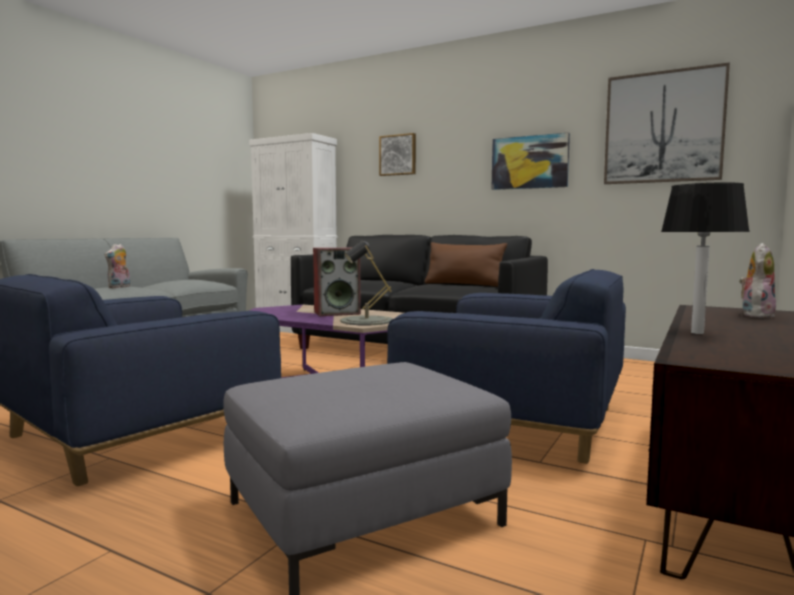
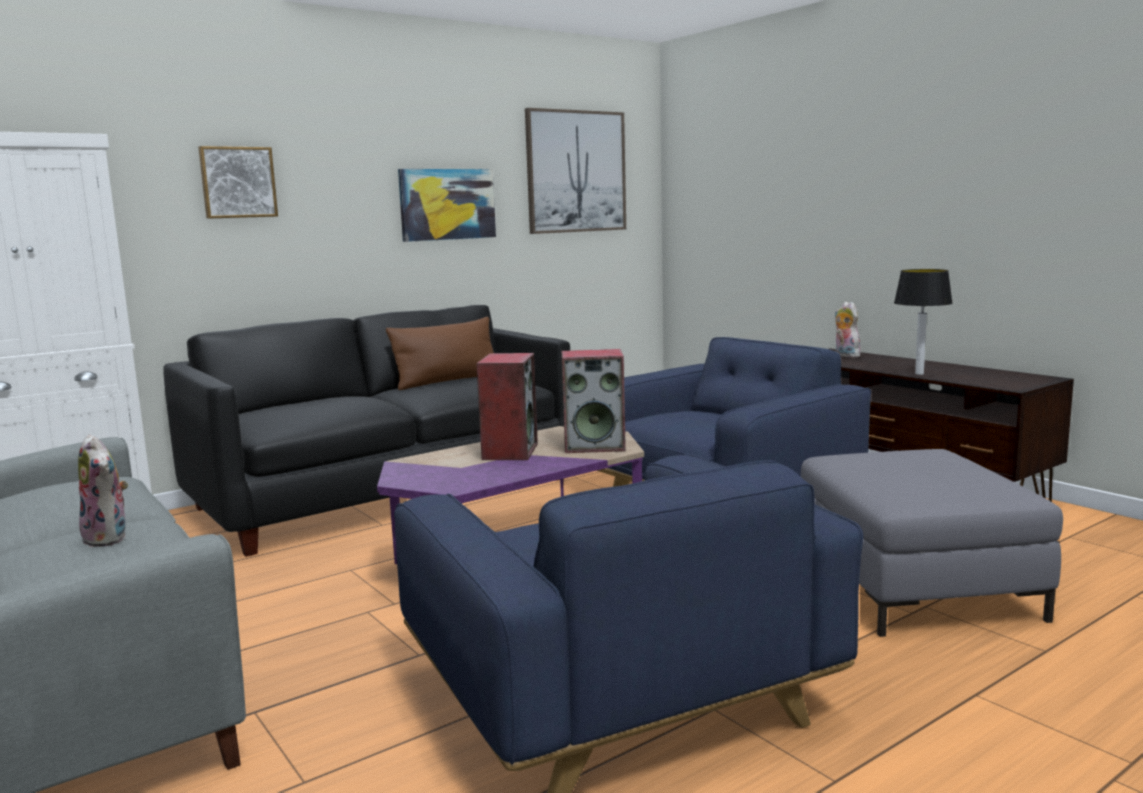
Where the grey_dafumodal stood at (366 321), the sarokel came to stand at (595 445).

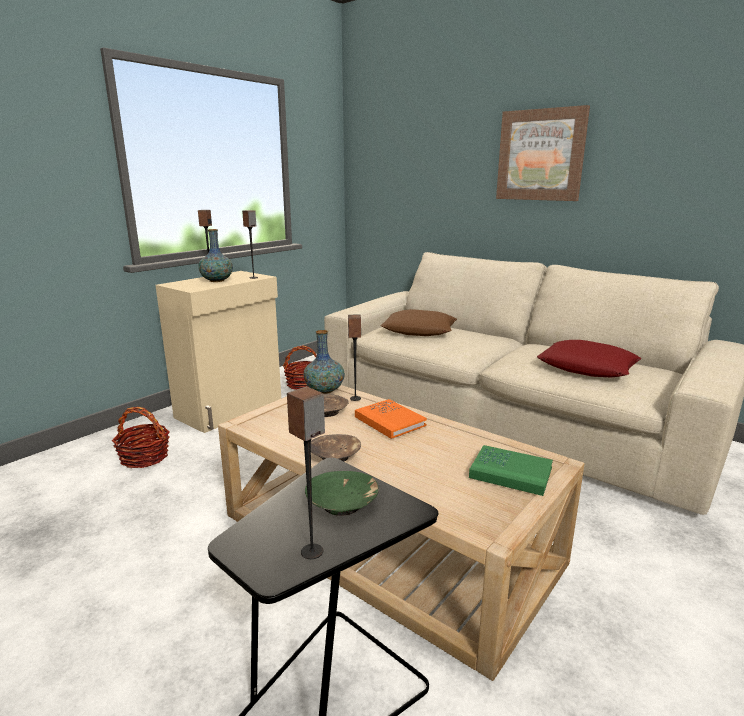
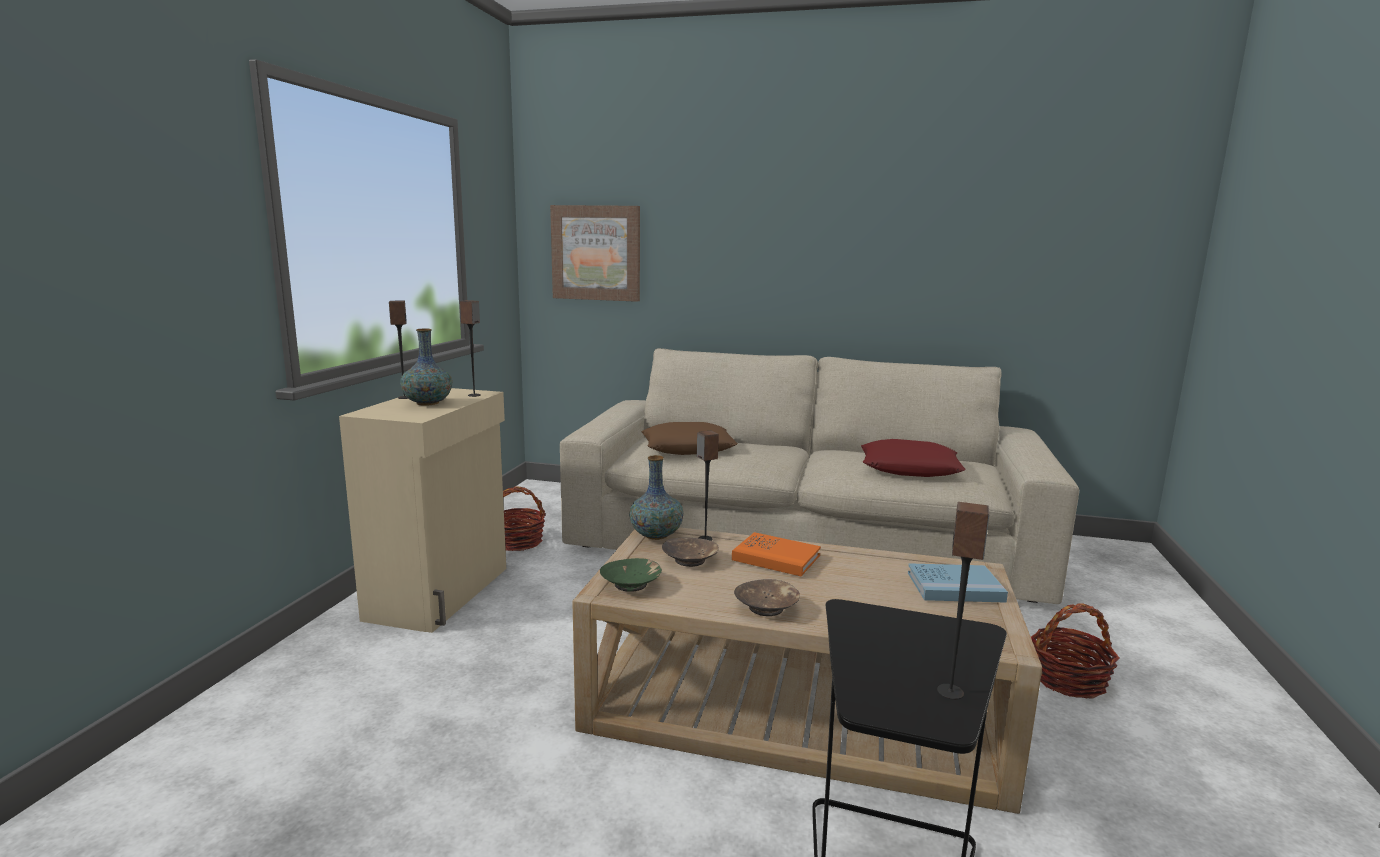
The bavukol ended up elsewhere, having gone from (144 457) to (1068 679).
The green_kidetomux ended up elsewhere, having gone from (342 504) to (631 584).
What was the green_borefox at (510 473) turned into the blue_borefox at (955 587).
The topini ended up elsewhere, having gone from (541 155) to (596 253).

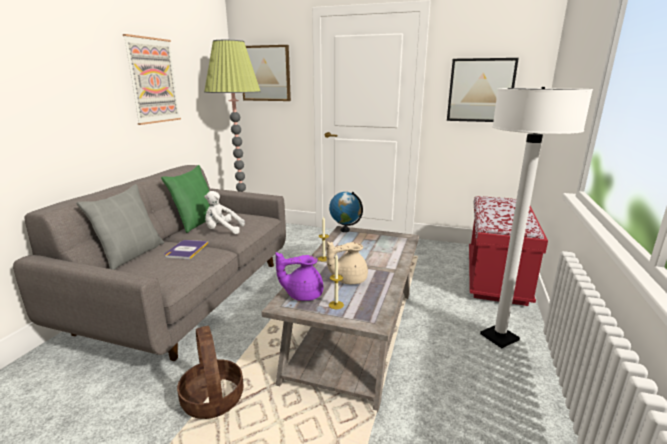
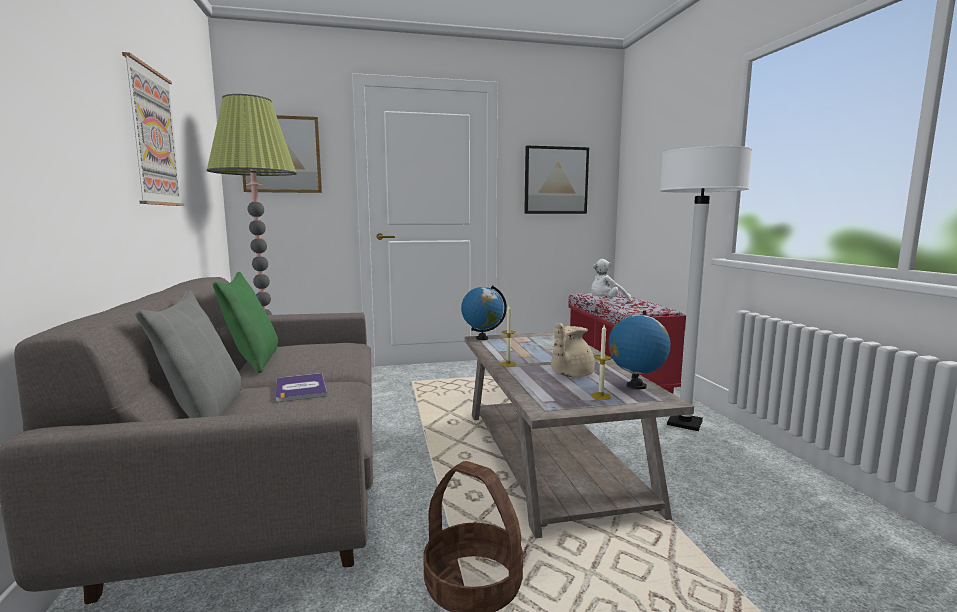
The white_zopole ended up elsewhere, having gone from (222 230) to (606 302).
The second view lost the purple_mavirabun at (302 294).
The second view gained the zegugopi at (636 386).

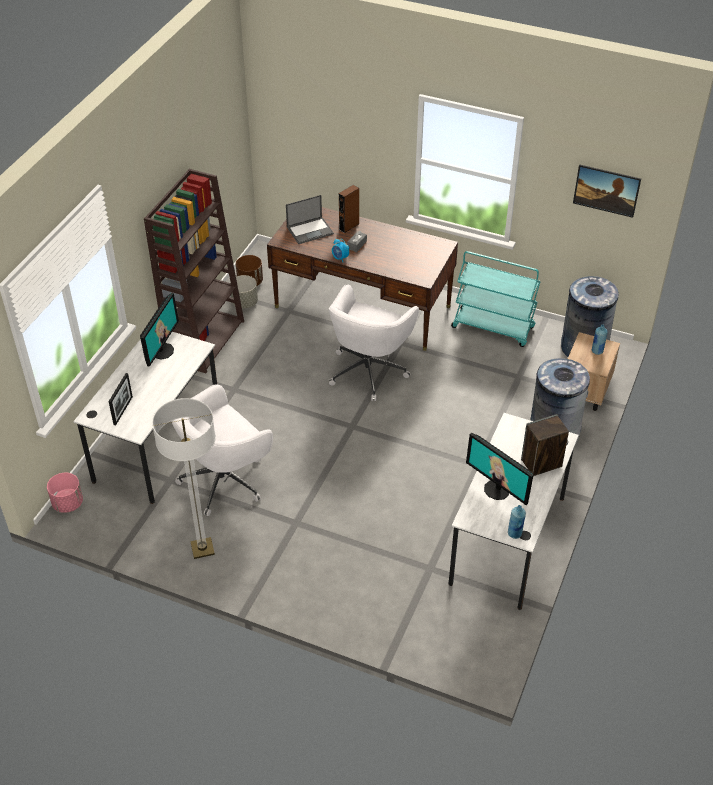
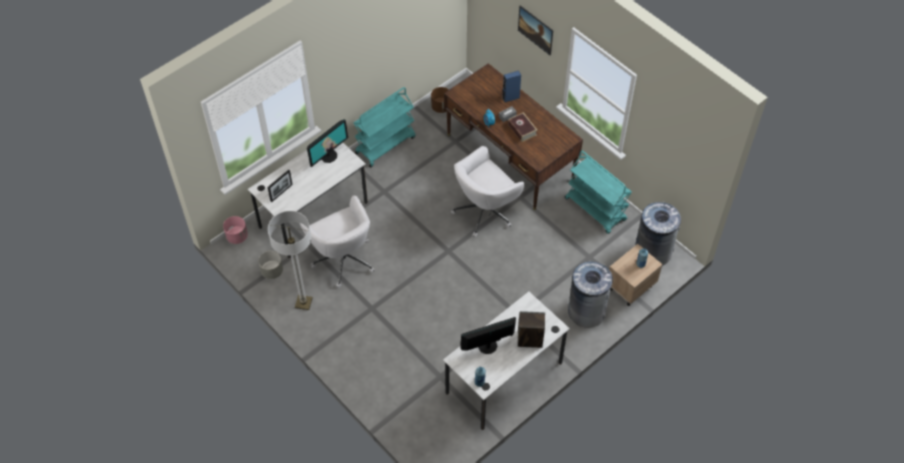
Where the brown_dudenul stood at (205 340), the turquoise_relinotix came to stand at (385 144).
The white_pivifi at (225 479) ended up facing another way, 105 degrees counterclockwise from before.
The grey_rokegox ended up elsewhere, having gone from (245 303) to (272 271).
The second view lost the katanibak at (310 230).
What was the brown_sarokel at (349 226) turned into the blue_sarokel at (510 98).
The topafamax at (497 490) ended up facing another way, 90 degrees clockwise from before.
The topini ended up elsewhere, having gone from (604 200) to (535 36).
The second view gained the borefox at (522 129).

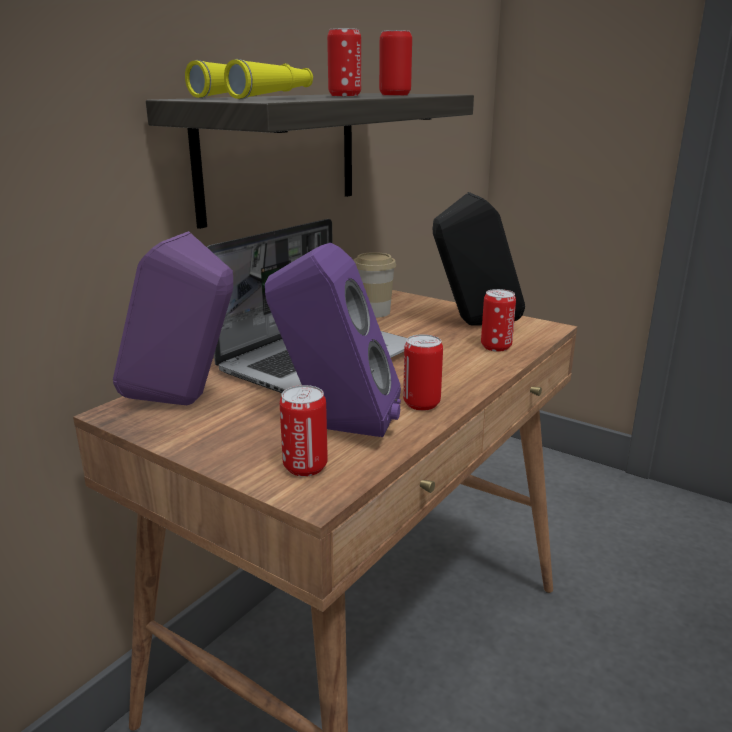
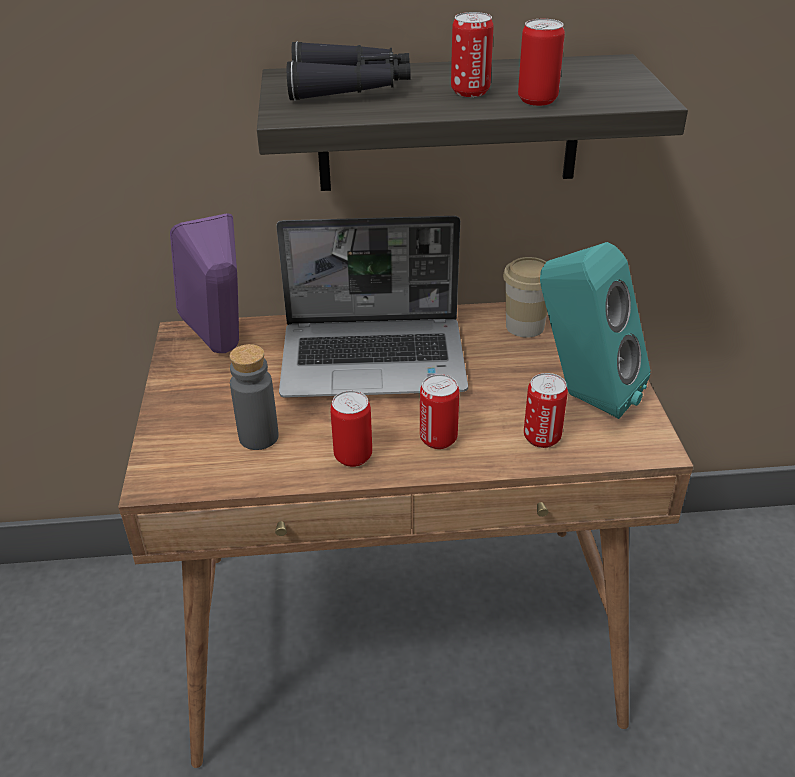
What was the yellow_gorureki at (259 97) turned into the black_gorureki at (351 87).
Where the purple_sarokel stood at (335 429), the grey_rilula came to stand at (258 437).
The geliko ended up elsewhere, having gone from (305 467) to (438 439).
What was the black_sarokel at (473 325) turned into the turquoise_sarokel at (582 397).

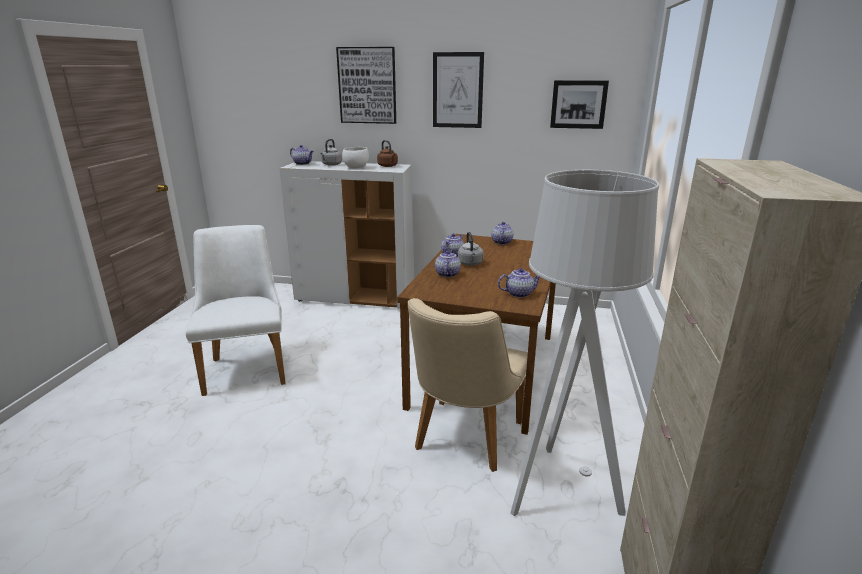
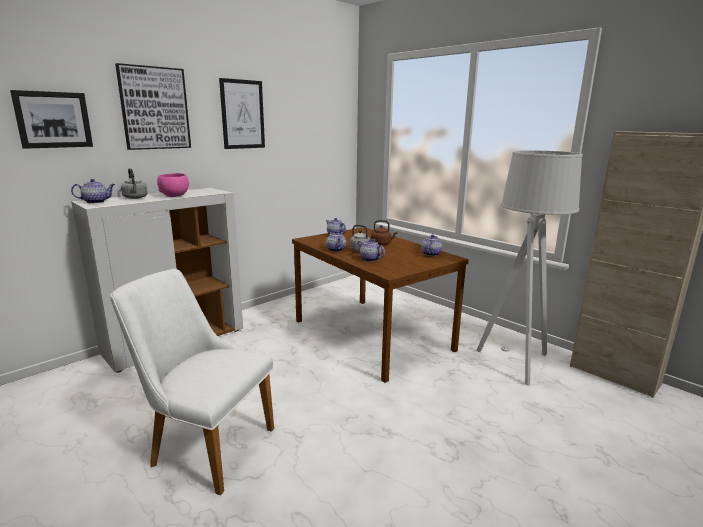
What was the white_kidetomux at (356 167) turned into the pink_kidetomux at (175 196).
The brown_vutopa ended up elsewhere, having gone from (388 166) to (382 244).
The second view lost the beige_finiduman at (463 440).
The topini ended up elsewhere, having gone from (578 104) to (53 120).

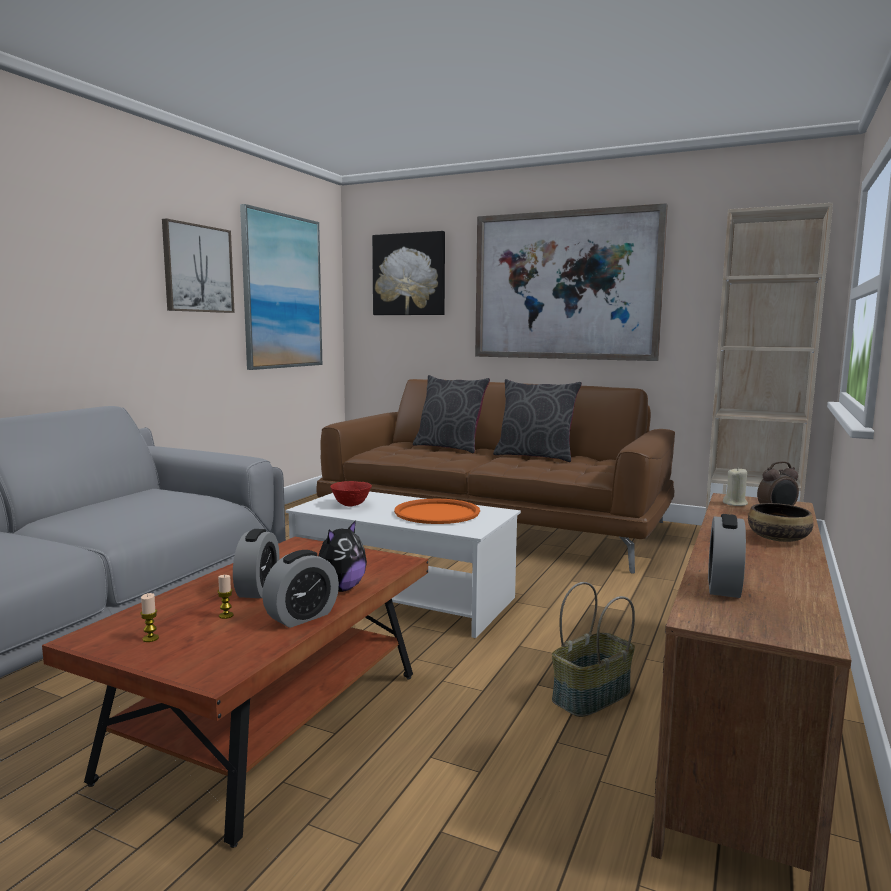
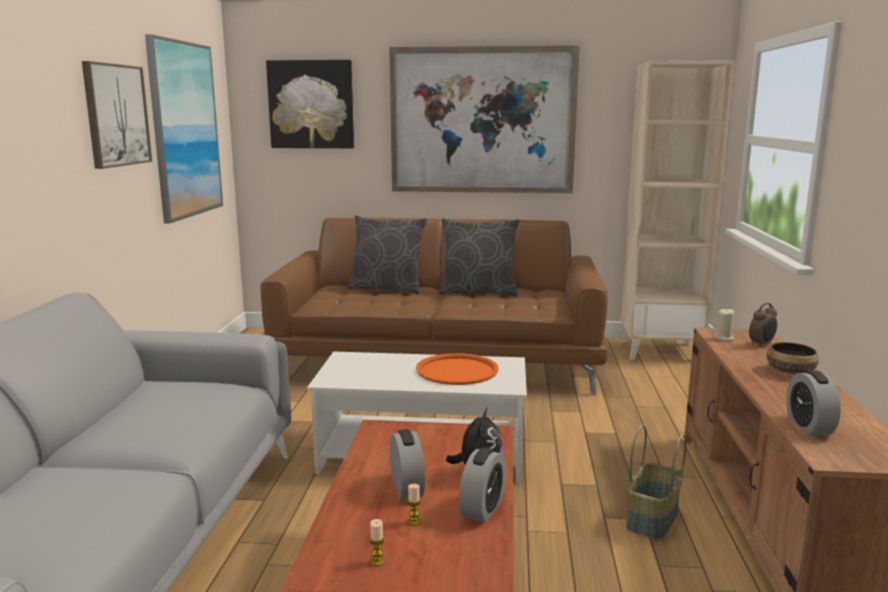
The second view lost the red_kidetomux at (351 505).

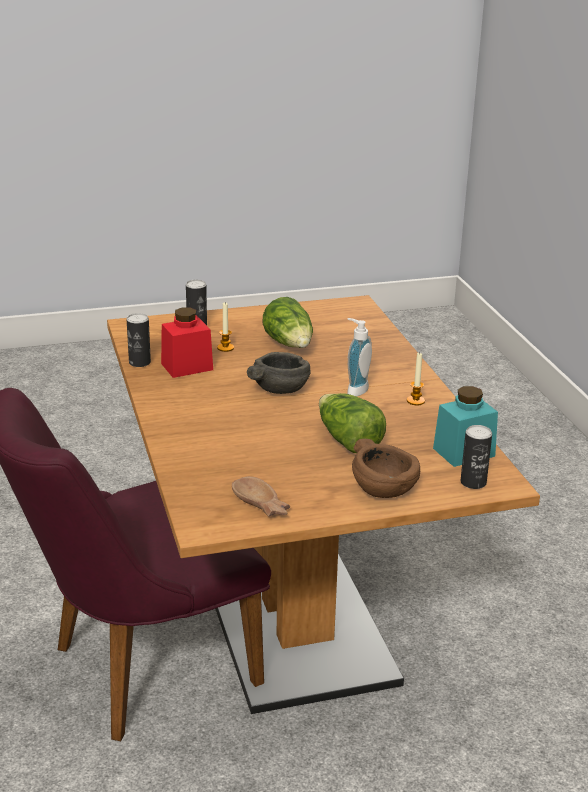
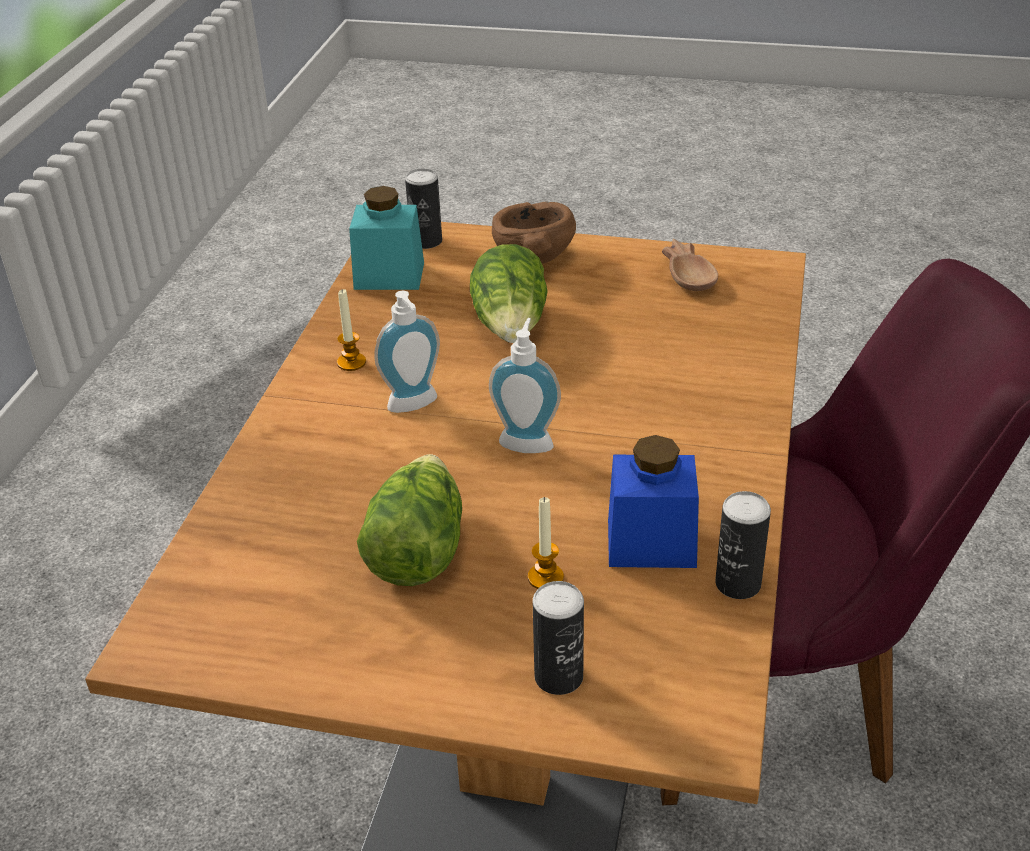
What was the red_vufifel at (187 366) turned into the blue_vufifel at (651 543).
Where the grey_kidetomux stood at (279 389), the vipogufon came to stand at (527 440).

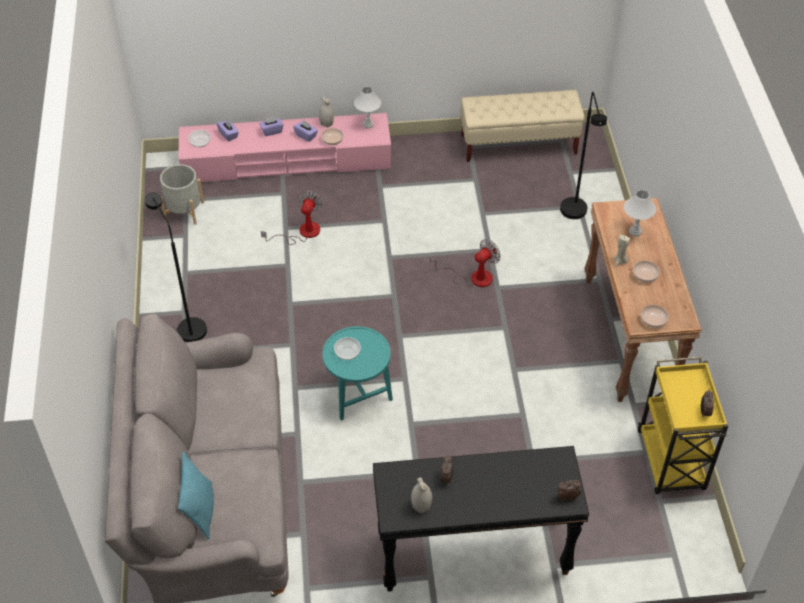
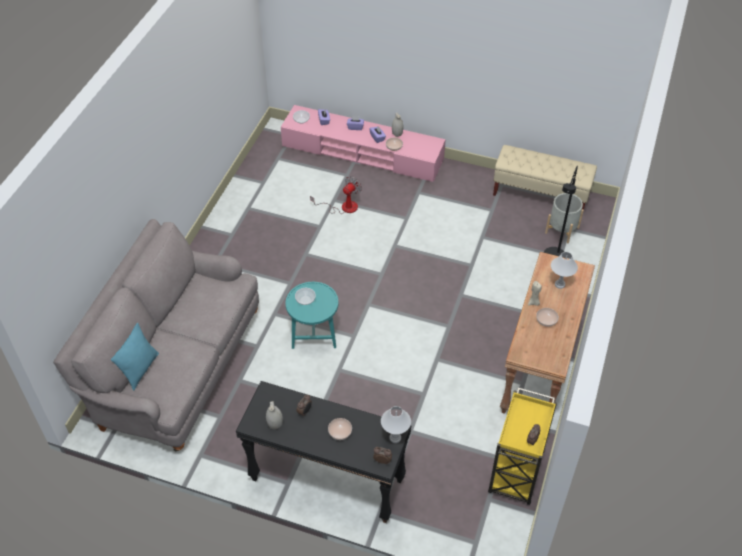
The second view lost the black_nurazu at (188 326).
The grey_rokegox ended up elsewhere, having gone from (184 211) to (562 230).
The white_dafumodal ended up elsewhere, having gone from (368 124) to (395 437).
The second view lost the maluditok at (473 277).
The kidetomux ended up elsewhere, having gone from (653 320) to (340 431).

